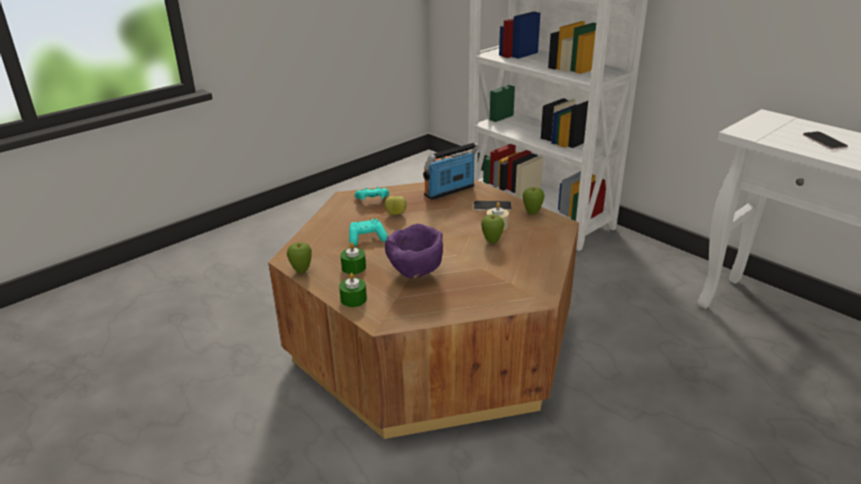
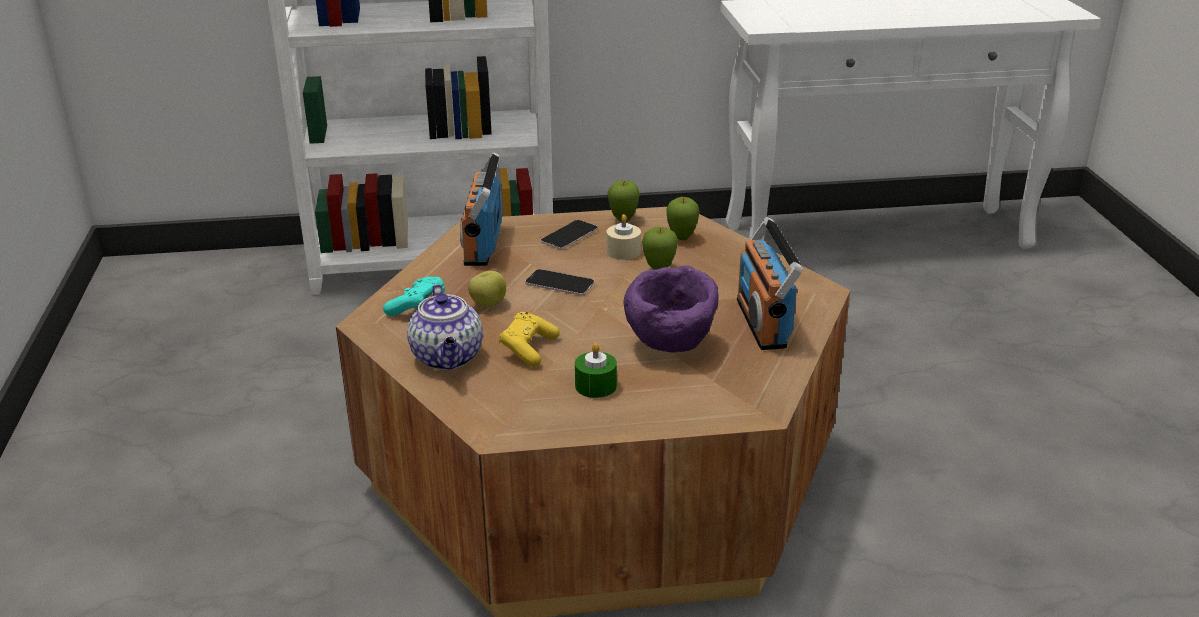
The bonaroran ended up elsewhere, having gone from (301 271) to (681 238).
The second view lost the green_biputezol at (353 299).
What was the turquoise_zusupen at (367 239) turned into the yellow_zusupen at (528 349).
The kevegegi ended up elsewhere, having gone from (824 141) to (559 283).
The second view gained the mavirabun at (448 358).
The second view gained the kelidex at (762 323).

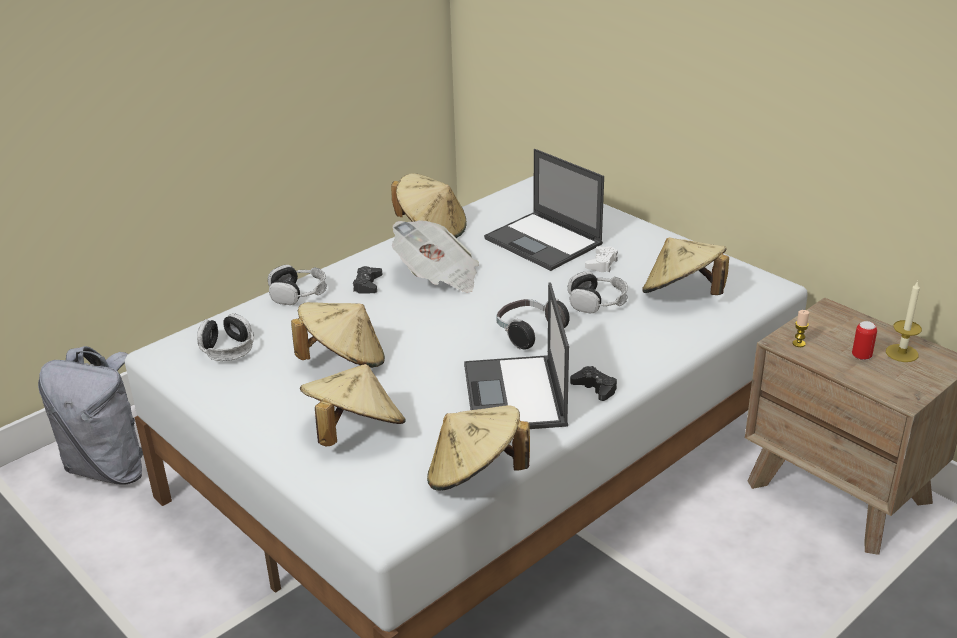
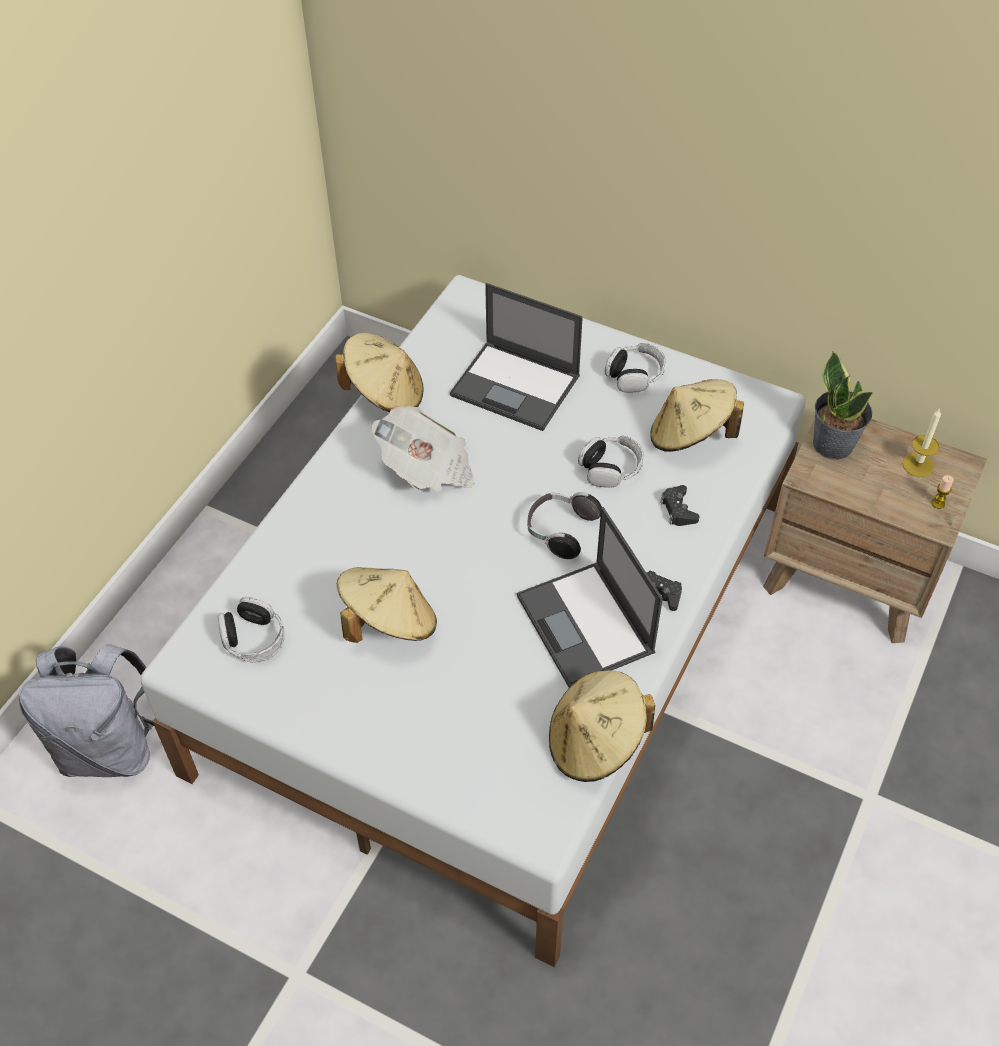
The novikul ended up elsewhere, having gone from (298 294) to (635 375).
The second view lost the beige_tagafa at (354 432).
The black_zusupen ended up elsewhere, having gone from (367 285) to (678 510).
The second view lost the white_zusupen at (602 263).
The biputezol ended up elsewhere, having gone from (798 343) to (938 503).
The second view lost the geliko at (861 356).
The second view gained the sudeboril at (833 444).

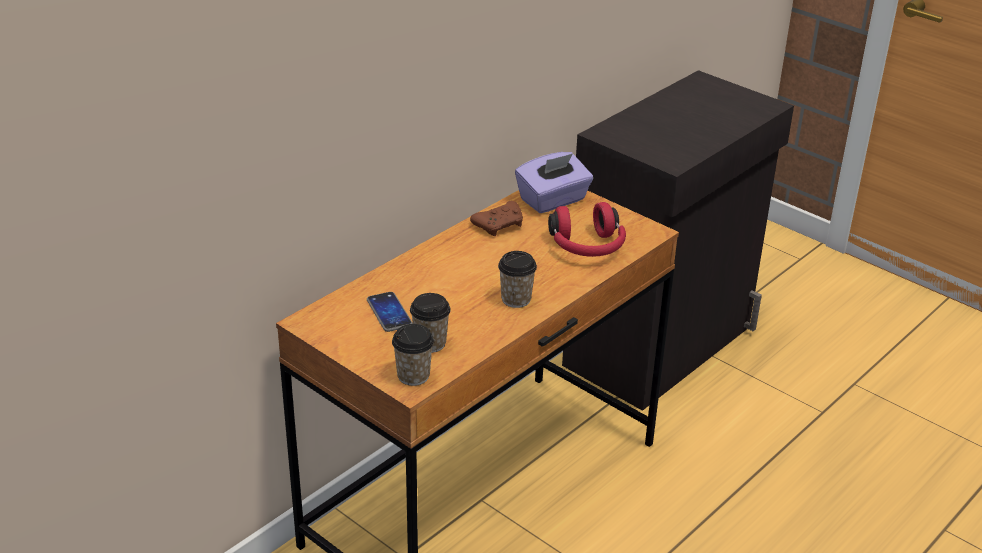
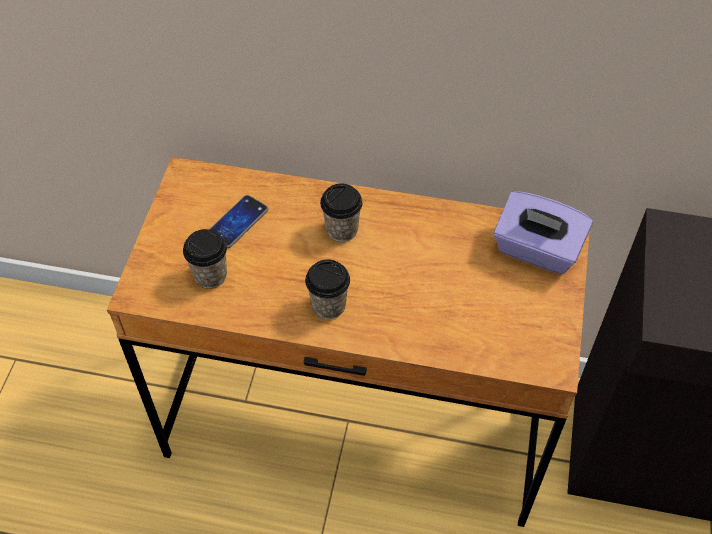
The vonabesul ended up elsewhere, having gone from (413 376) to (342 230).
The second view lost the brown_zusupen at (500 225).
The second view lost the red_novikul at (587 247).

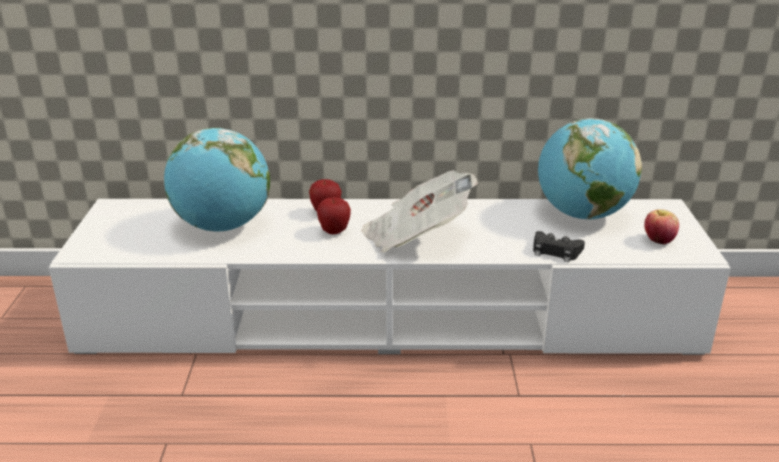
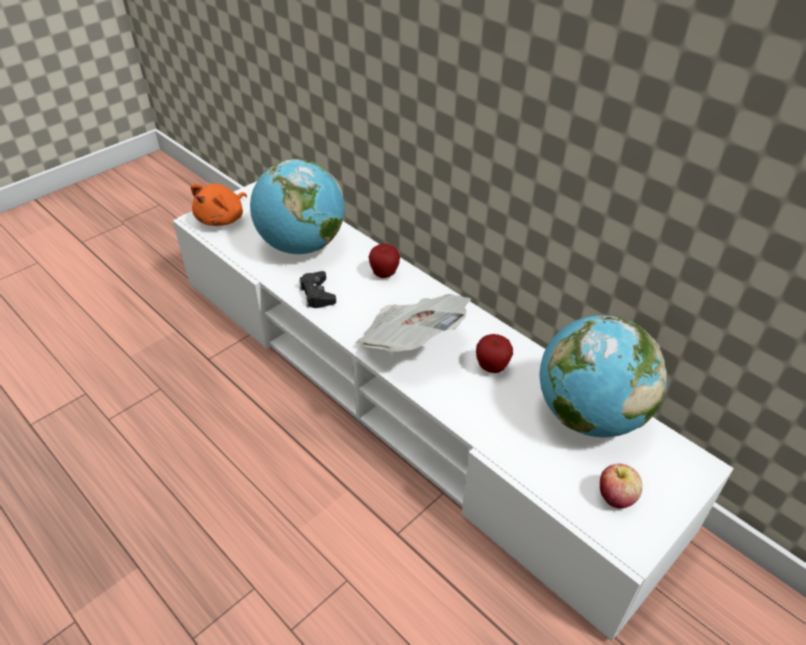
The bonaroran ended up elsewhere, having gone from (334 232) to (492 367).
The black_zusupen ended up elsewhere, having gone from (555 251) to (317 294).
The second view gained the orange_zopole at (222 219).

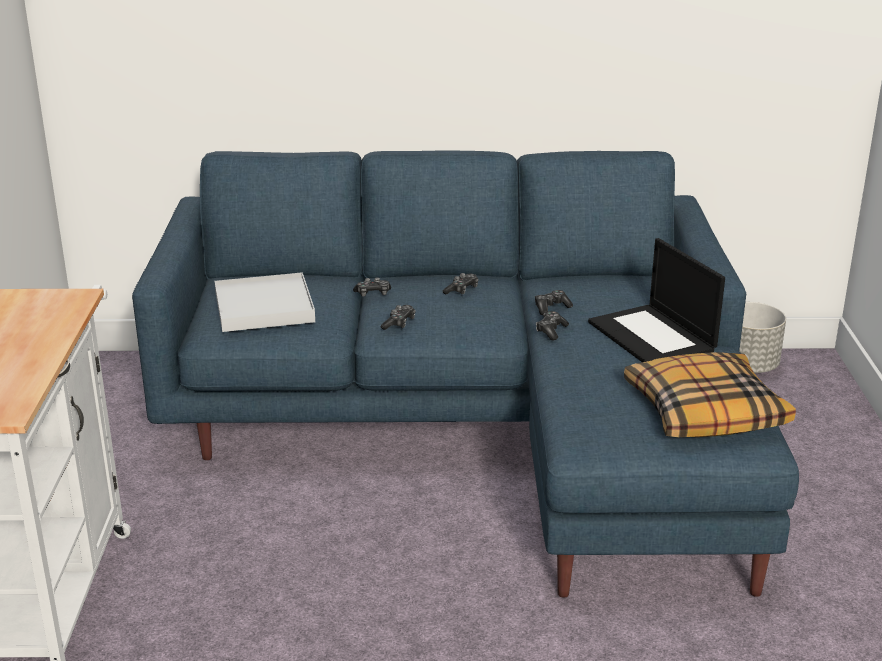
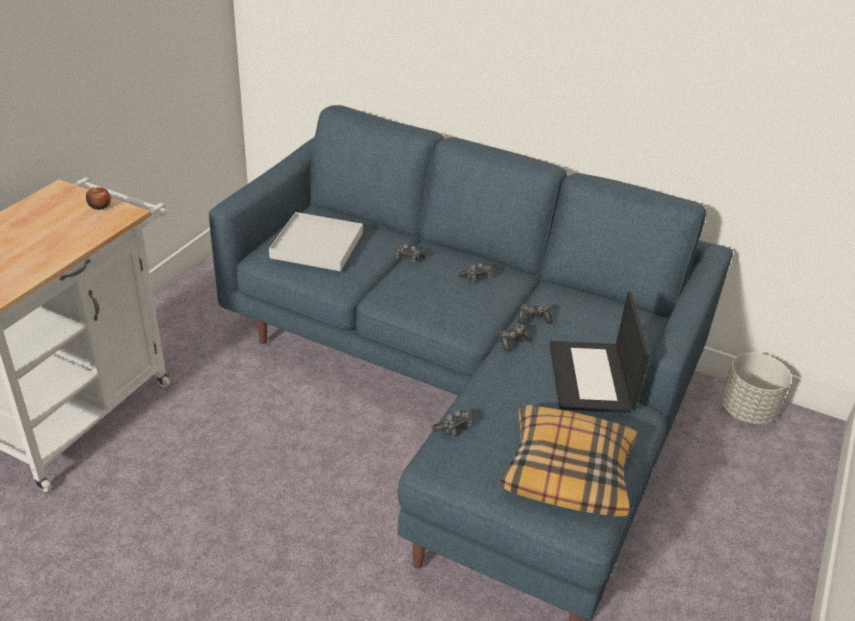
The zusupen ended up elsewhere, having gone from (399 323) to (453 427).
The second view gained the bonaroran at (100 206).

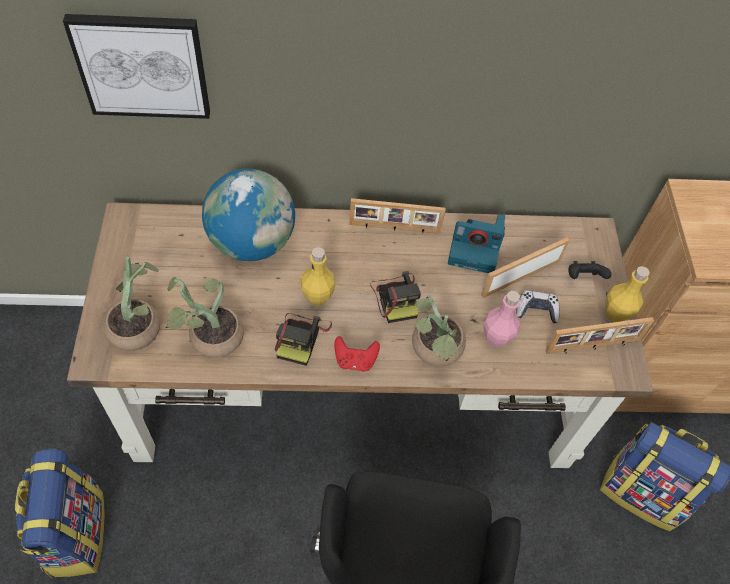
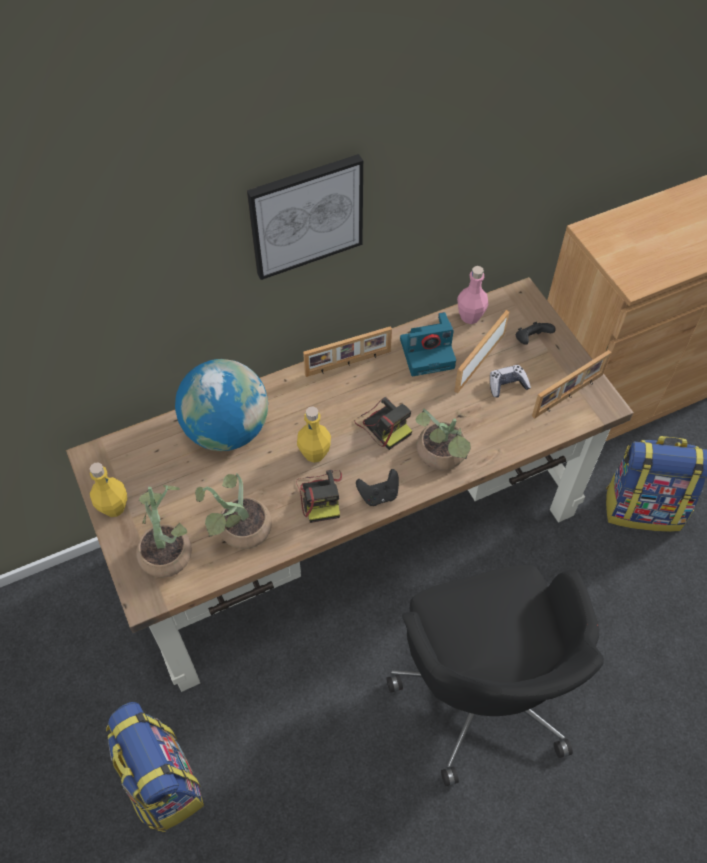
The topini ended up elsewhere, having gone from (142 65) to (306 215).
What was the red_zusupen at (355 361) turned into the black_zusupen at (378 495).
The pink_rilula ended up elsewhere, having gone from (496 337) to (470 316).
The yellow_rilula ended up elsewhere, having gone from (616 313) to (114 507).

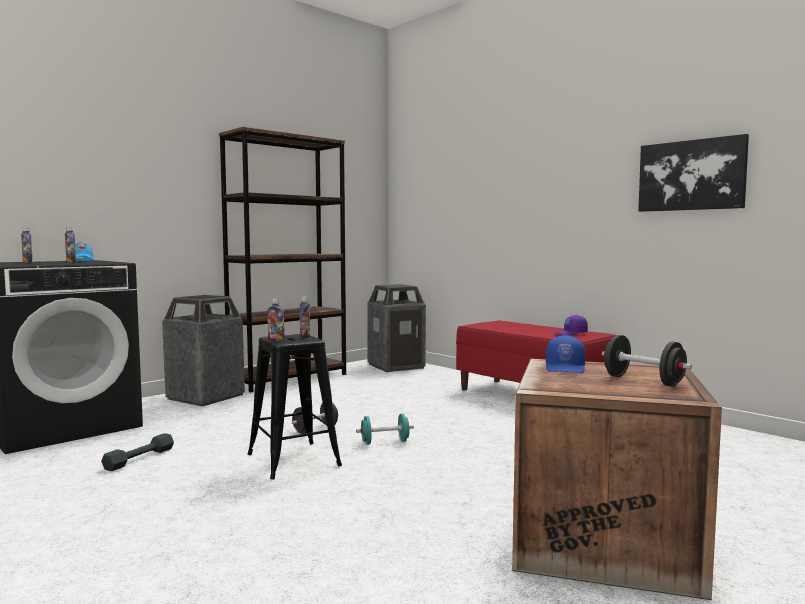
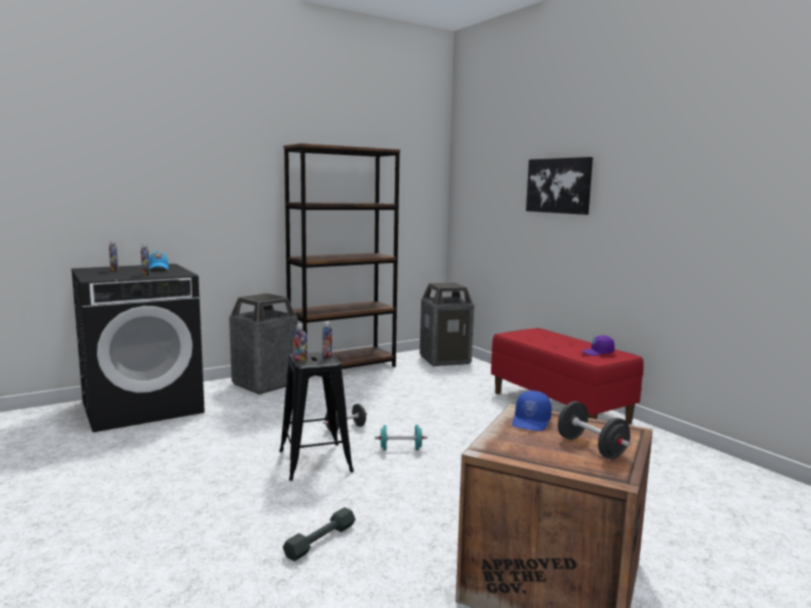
The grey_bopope ended up elsewhere, having gone from (139 458) to (320 540).
The topini ended up elsewhere, having gone from (691 175) to (559 185).

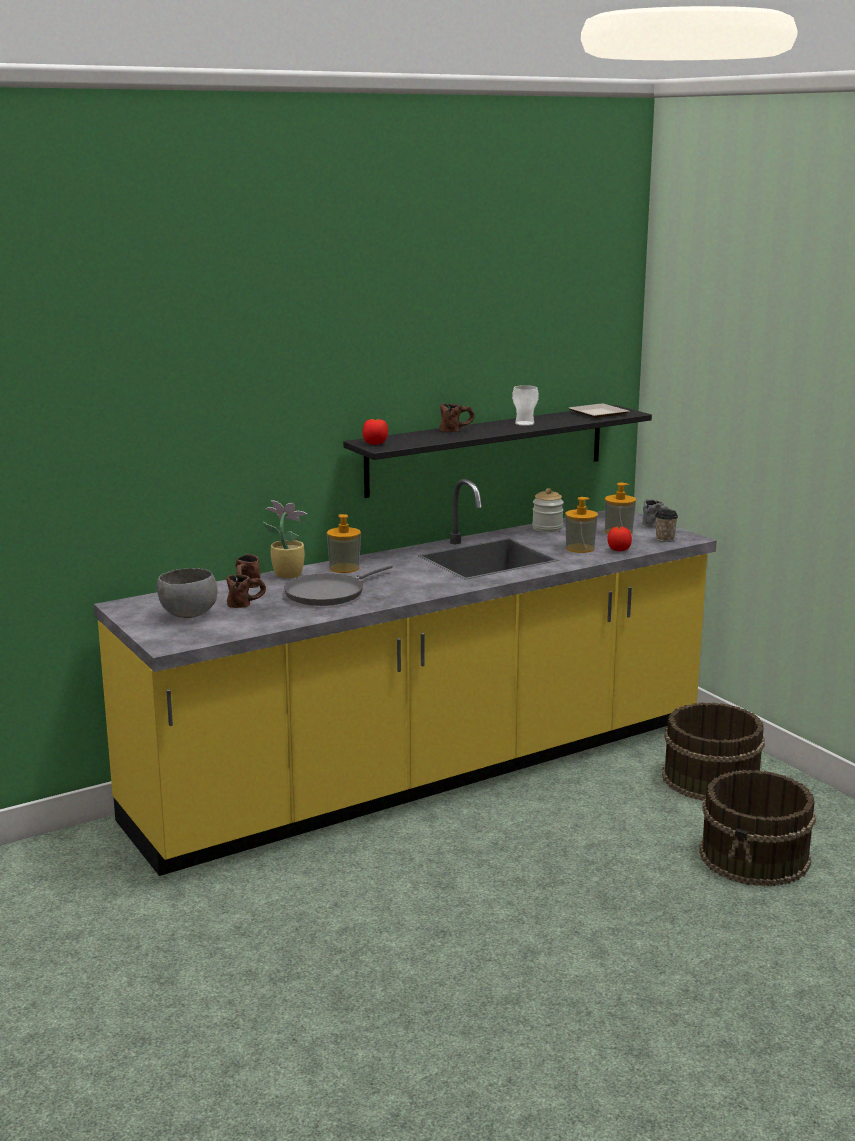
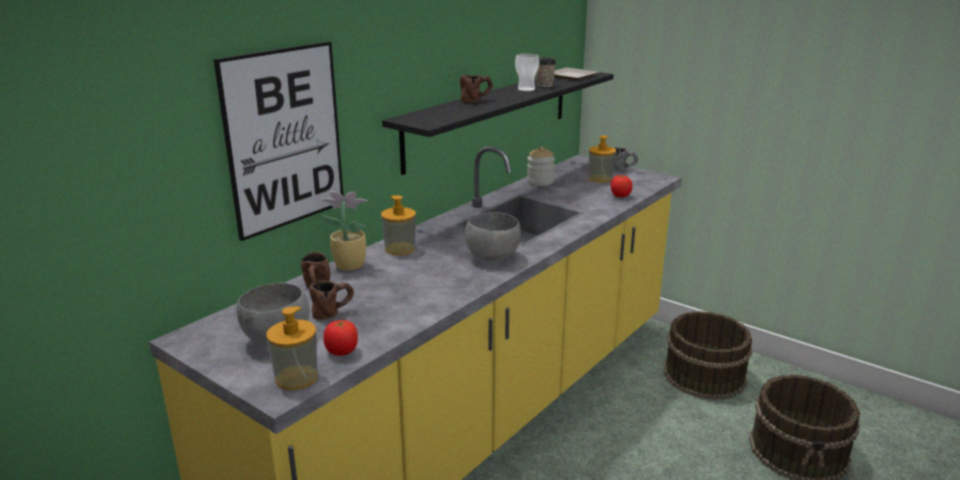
The second view lost the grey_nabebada at (328 593).
The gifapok ended up elsewhere, having gone from (375 444) to (342 352).
The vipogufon ended up elsewhere, having gone from (580 548) to (296 377).
The vonabesul ended up elsewhere, having gone from (665 539) to (545 85).
The second view gained the topini at (284 139).
The second view gained the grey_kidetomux at (492 256).

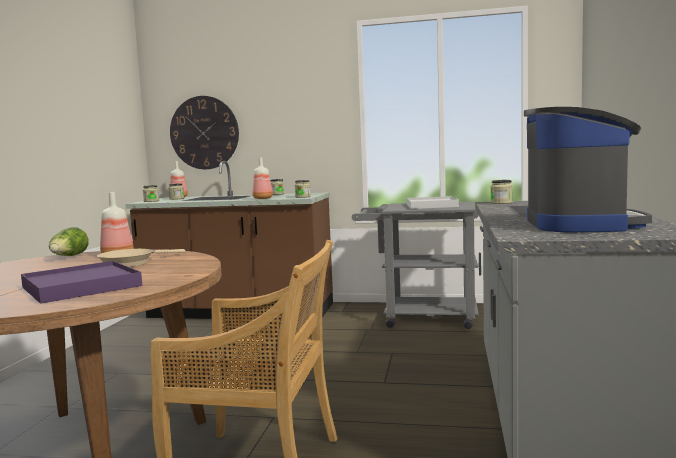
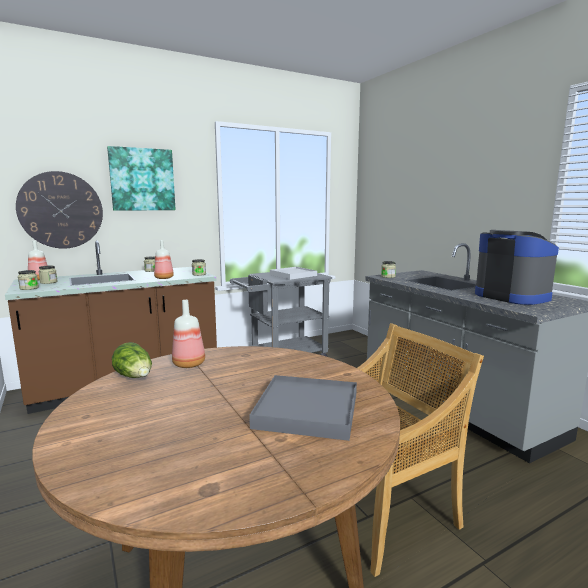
What was the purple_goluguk at (81 286) turned into the grey_goluguk at (307 410).
The second view lost the beige_nabebada at (131 263).
The second view gained the topini at (142 179).

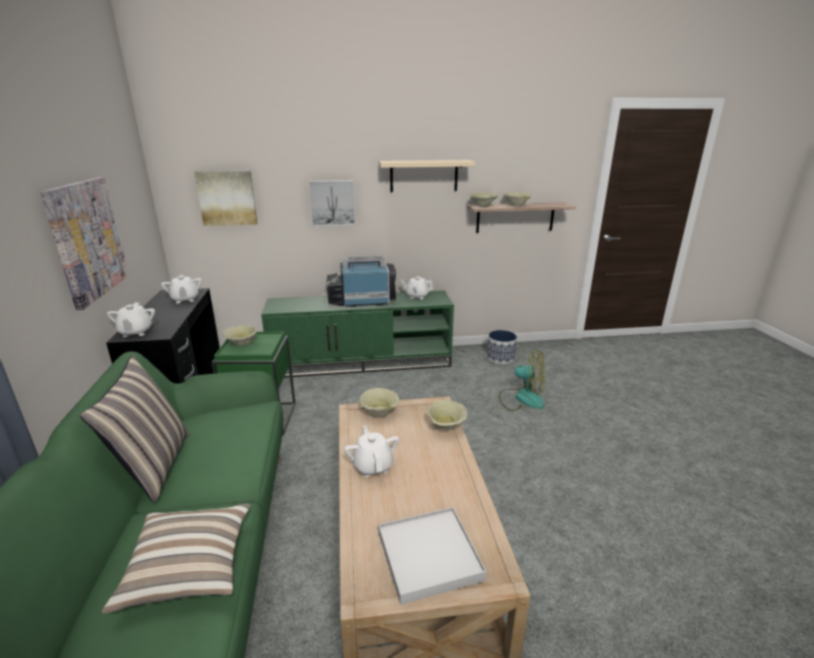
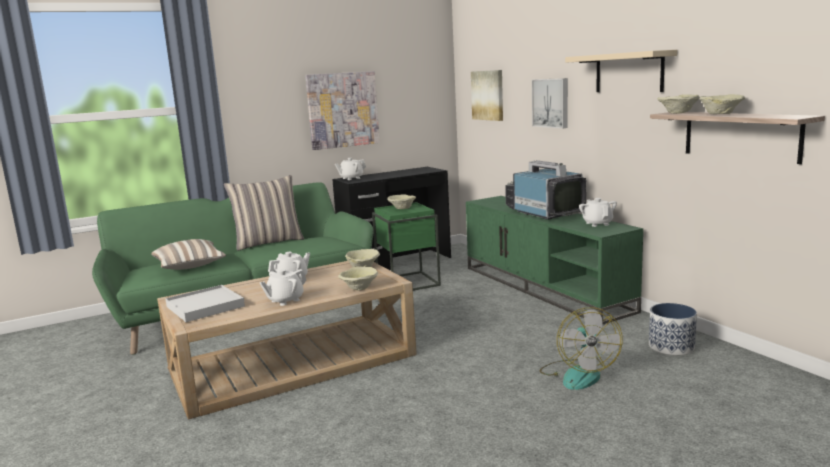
The white_mavirabun ended up elsewhere, having gone from (185 299) to (285 300).

